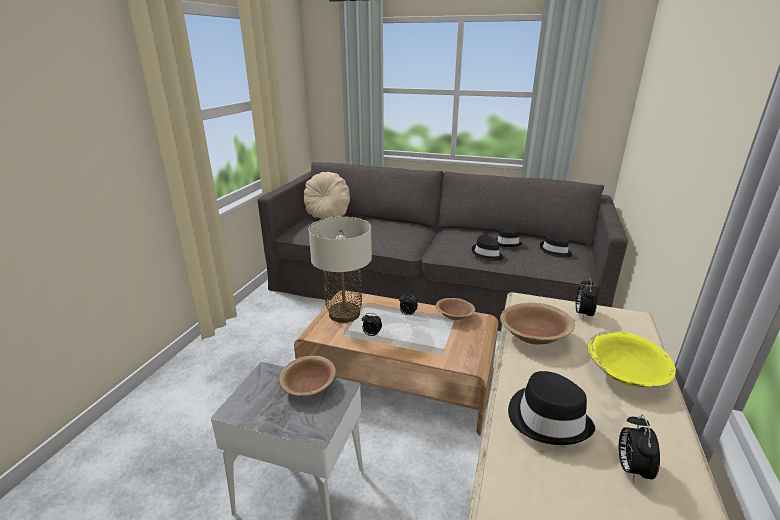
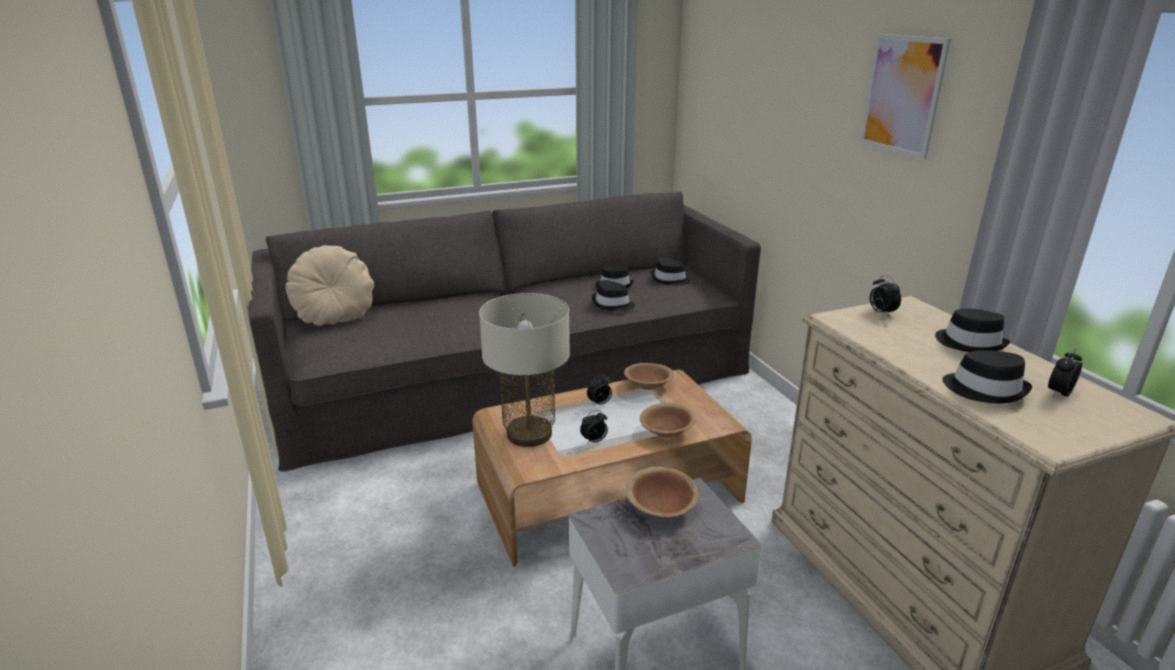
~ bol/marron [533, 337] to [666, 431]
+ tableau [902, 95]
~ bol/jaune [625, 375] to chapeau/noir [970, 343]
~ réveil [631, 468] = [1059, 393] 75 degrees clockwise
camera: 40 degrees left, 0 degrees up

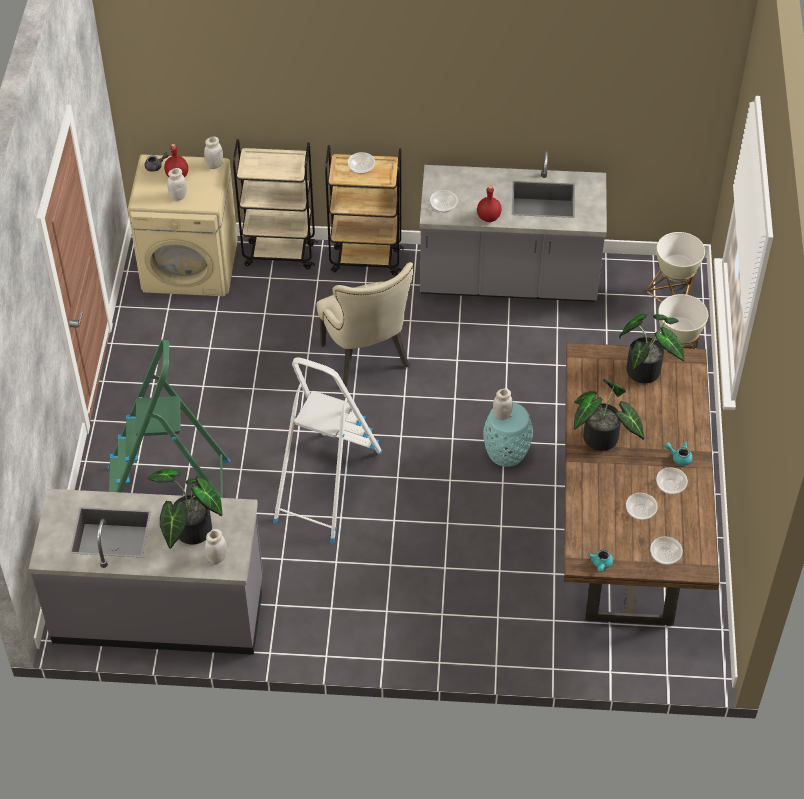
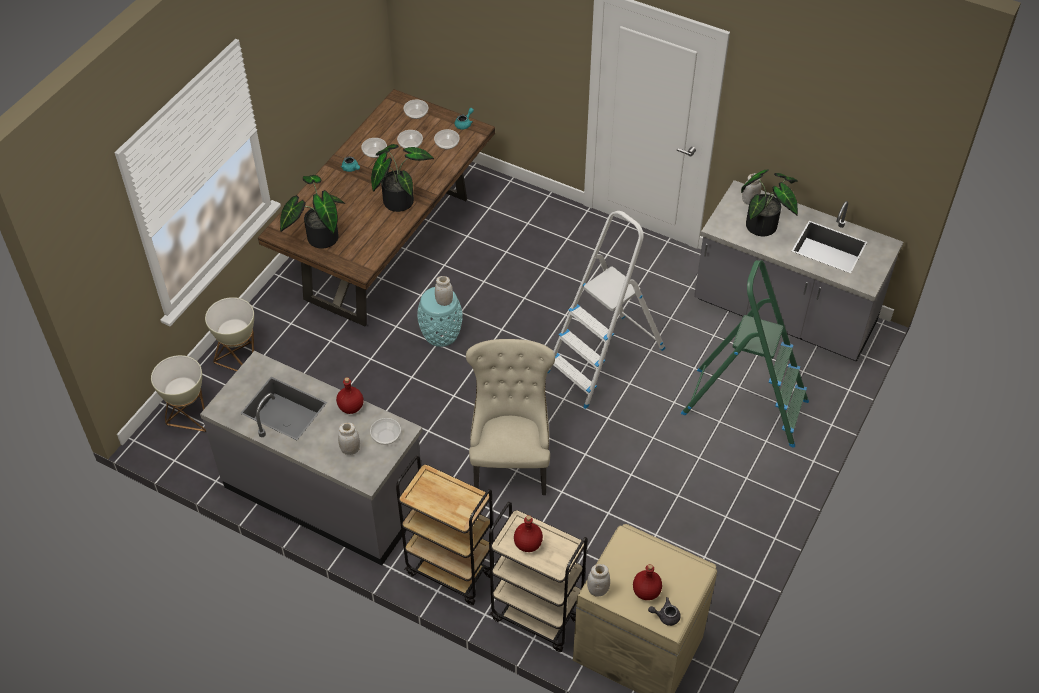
~ bocal/blanc [178, 196] to [350, 450]
~ bol [361, 168] to [447, 145]
+ bouteille/rouge [528, 544]
camera: 155 degrees left, 0 degrees up

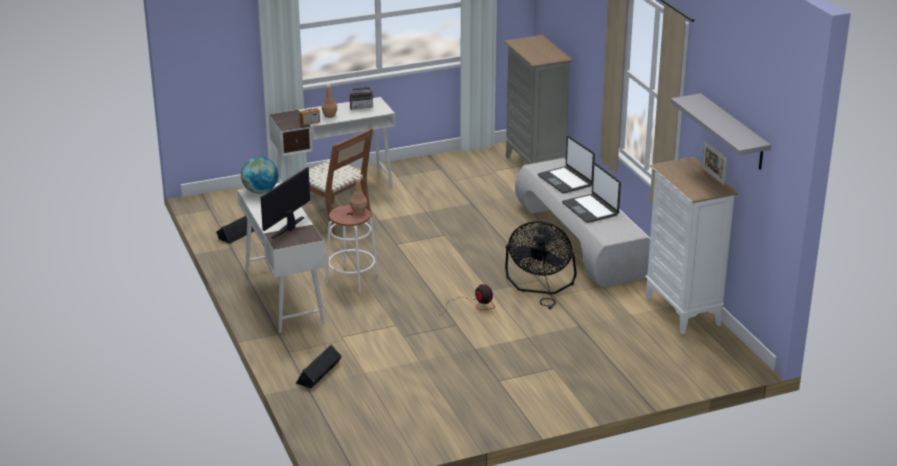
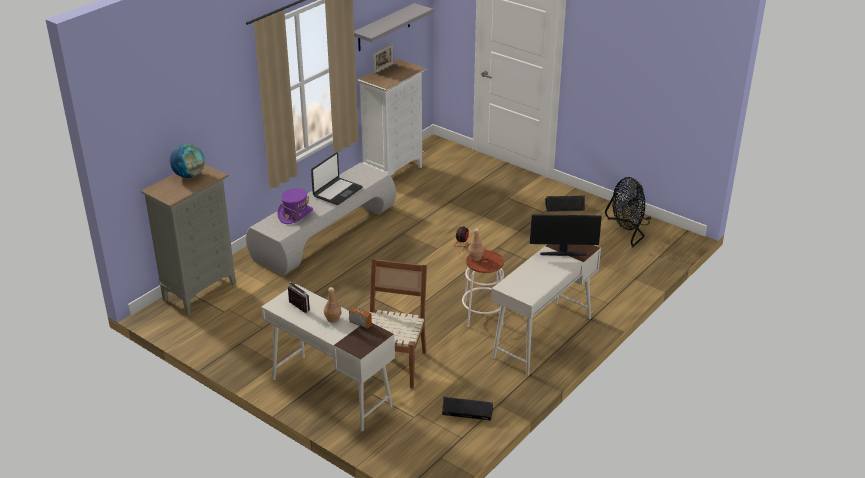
~ globe [260, 191] to [189, 175]
~ ordinateur portable [565, 180] to chapeau/violet [295, 214]
~ enceinte/noir [319, 373] to [564, 206]
~ ventilateur/noir [540, 288] to [629, 230]
camera: 120 degrees left, 5 degrees up

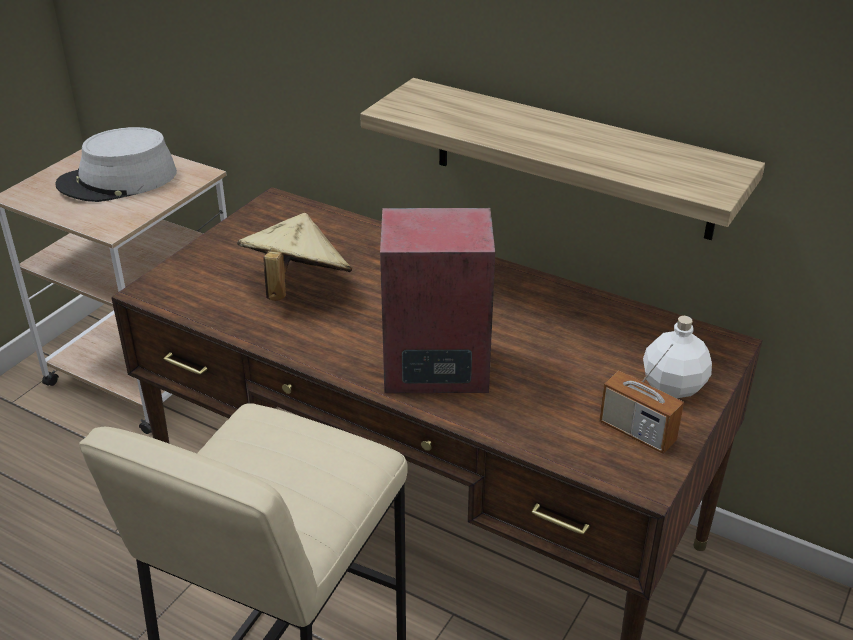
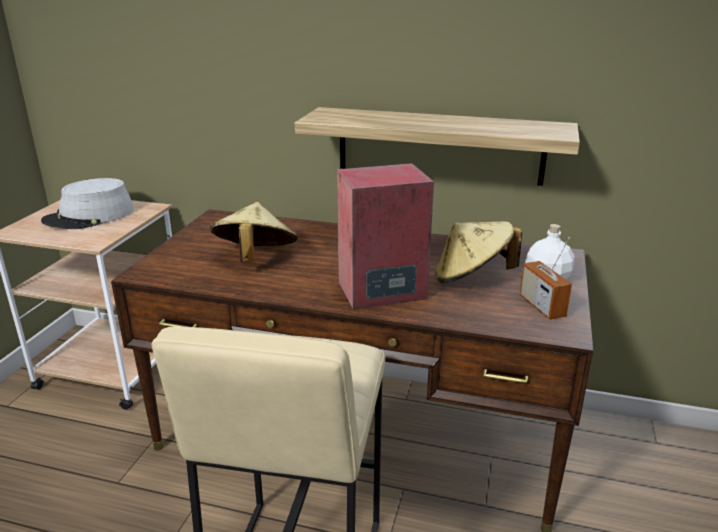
+ chapeau/beige [472, 277]
~ radio [637, 432] = [541, 306] 45 degrees clockwise
camera: 15 degrees left, 10 degrees down

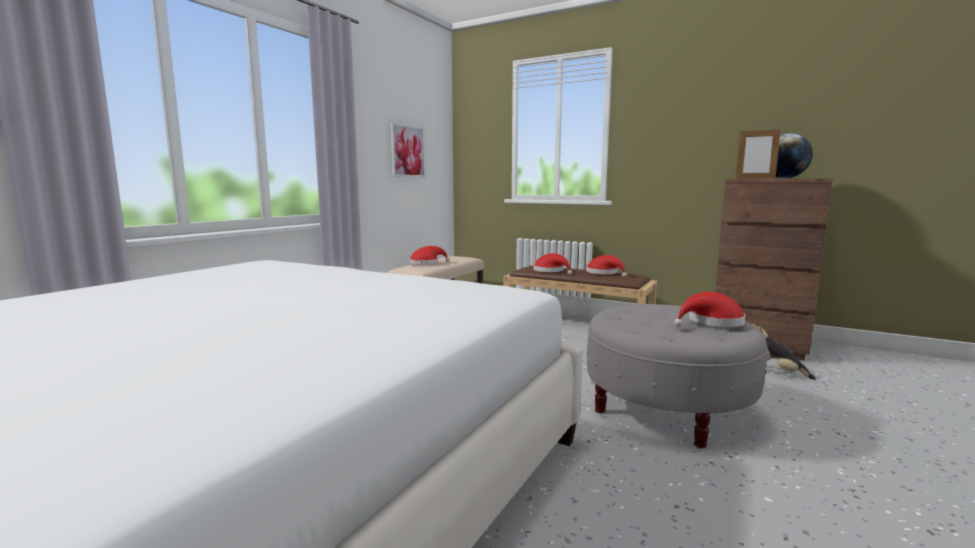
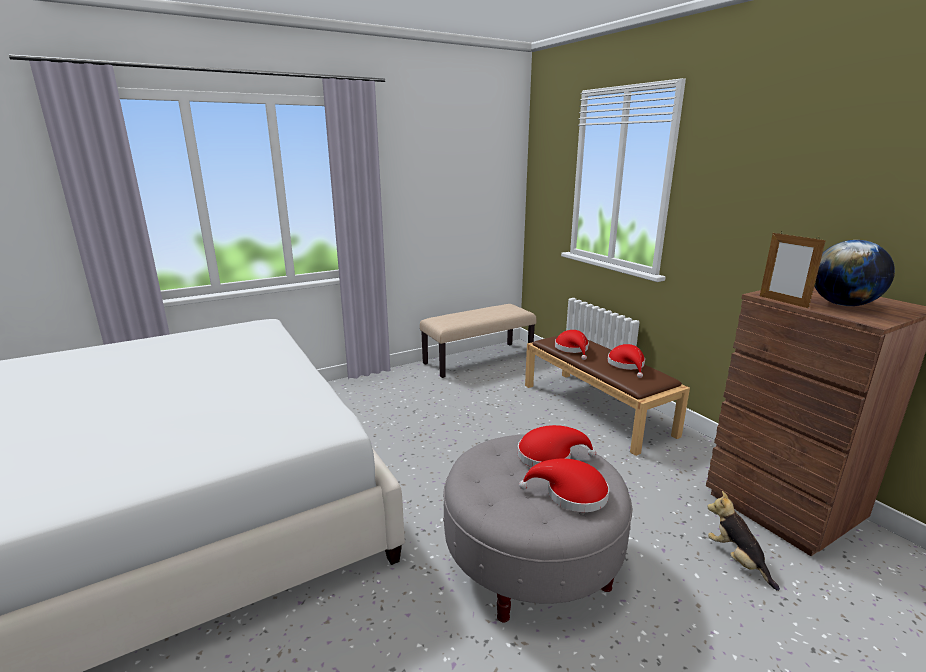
~ chapeau/rouge [426, 263] to [549, 456]
- tableau [408, 151]
camera: 30 degrees right, 10 degrees up

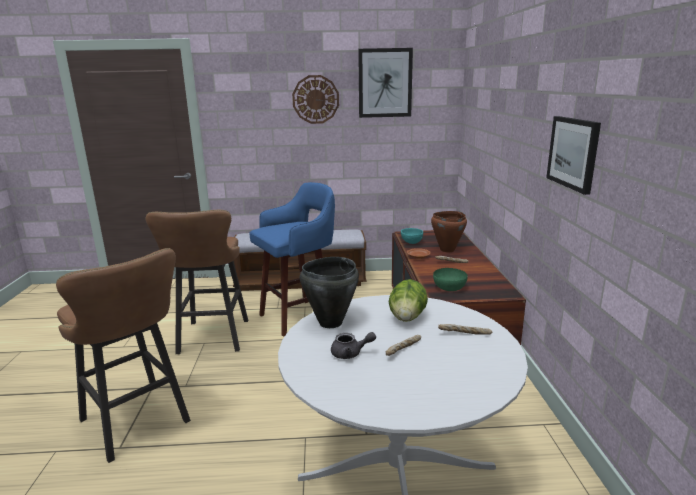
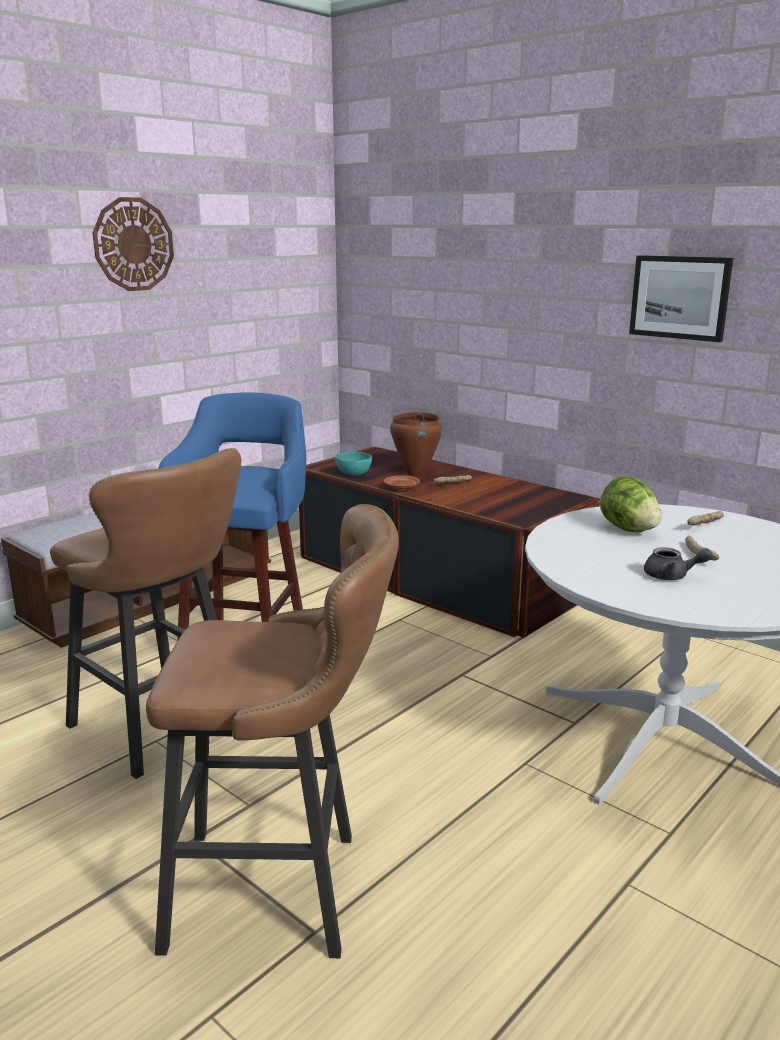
~ théière/gris [350, 353] = [672, 576] 60 degrees clockwise
- marmite/noir [330, 323]
- tableau [385, 83]
- bol/vert [449, 288]
camera: 45 degrees left, 0 degrees up

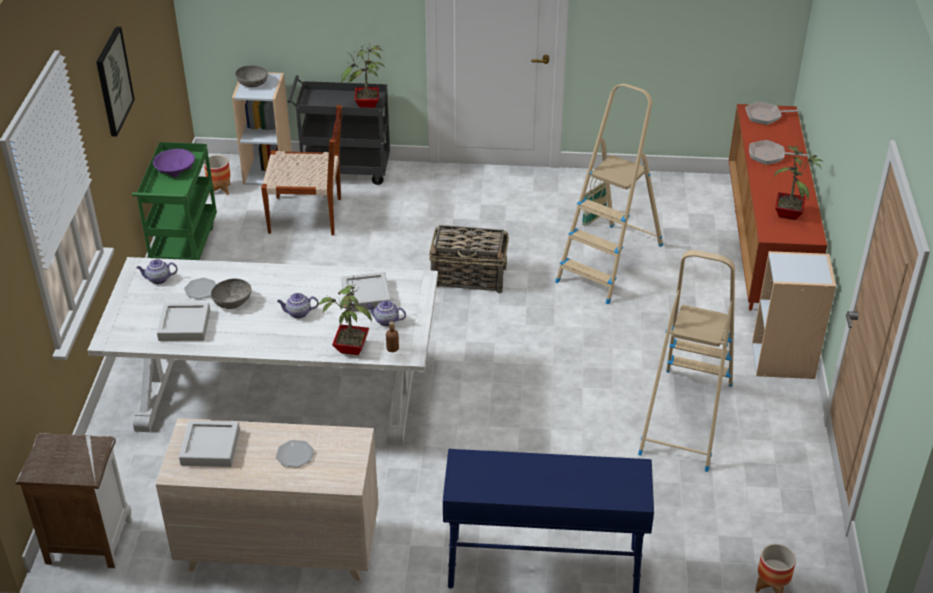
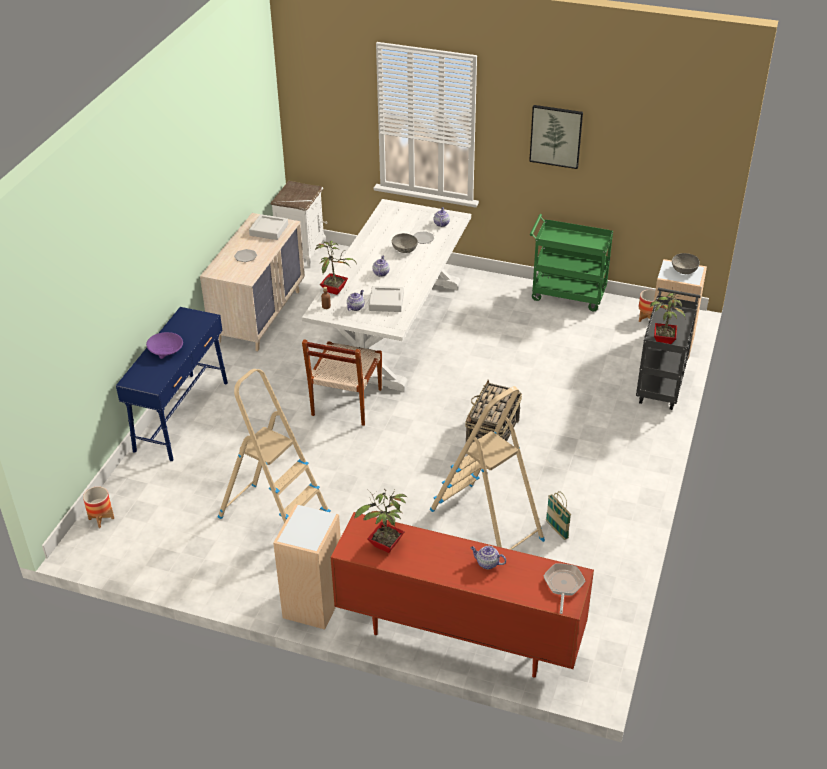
~ bol/violet [174, 169] to [166, 350]
~ chaise [308, 216] to [346, 404]
~ poêle [769, 156] to théière [487, 563]
- plateau/gris [184, 326]
camera: 105 degrees right, 0 degrees up

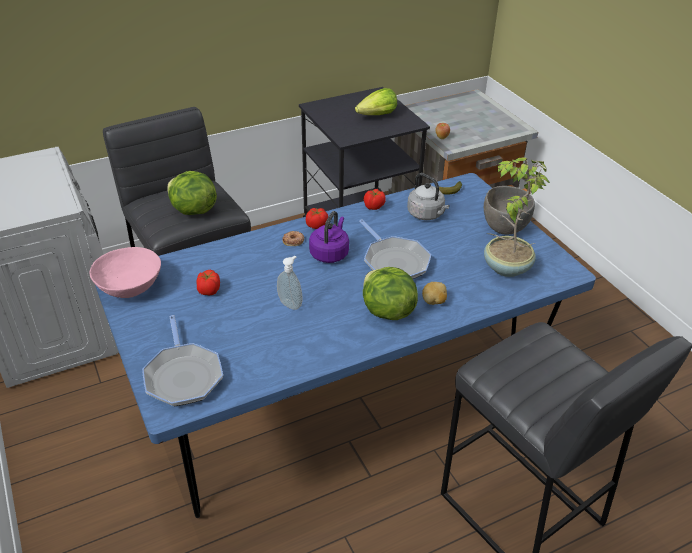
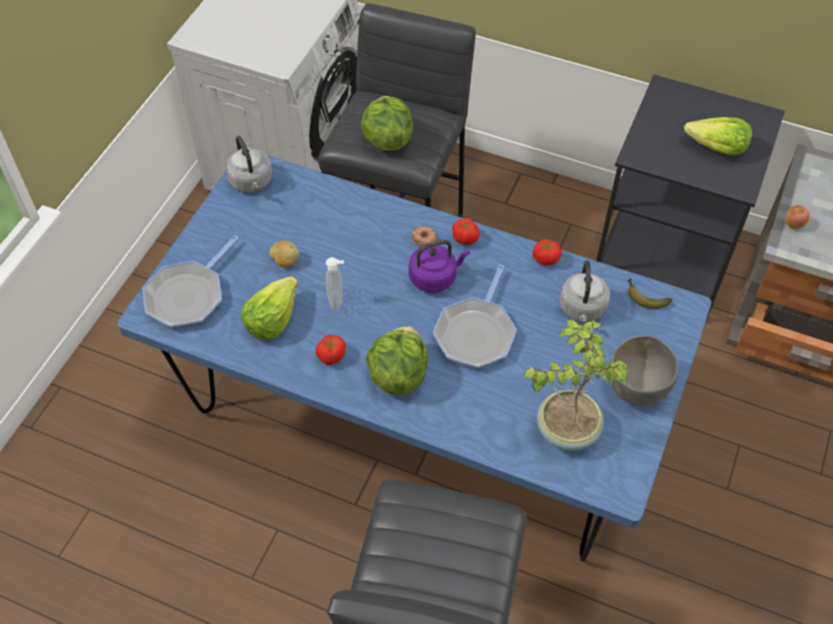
~ bol/rose [130, 286] to bouilloire/gris [252, 182]
+ laitue [272, 319]
~ pomme de terre [434, 302] to [285, 261]
~ tomate [208, 291] to [331, 356]
camera: 50 degrees right, 15 degrees up

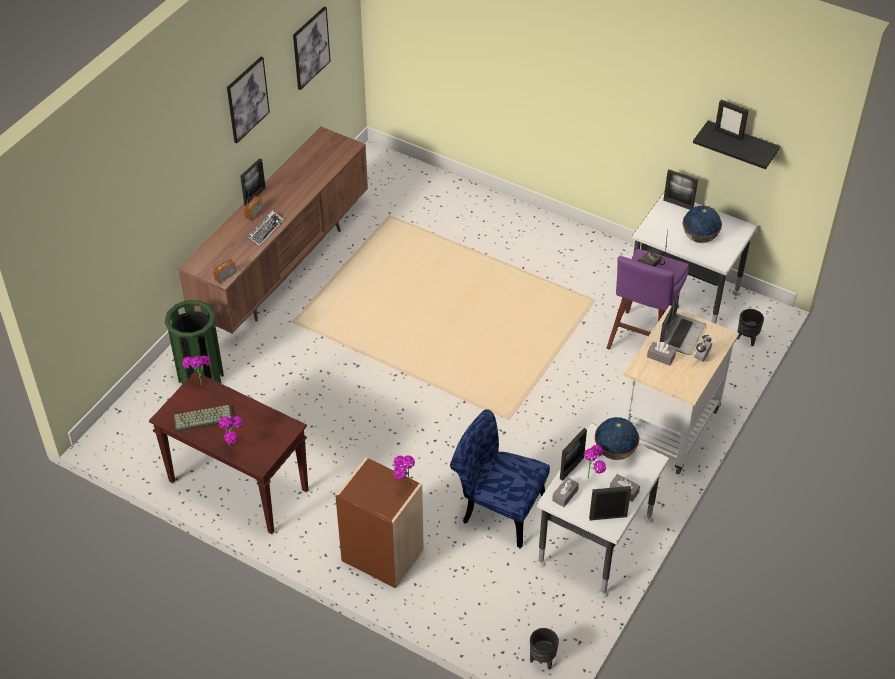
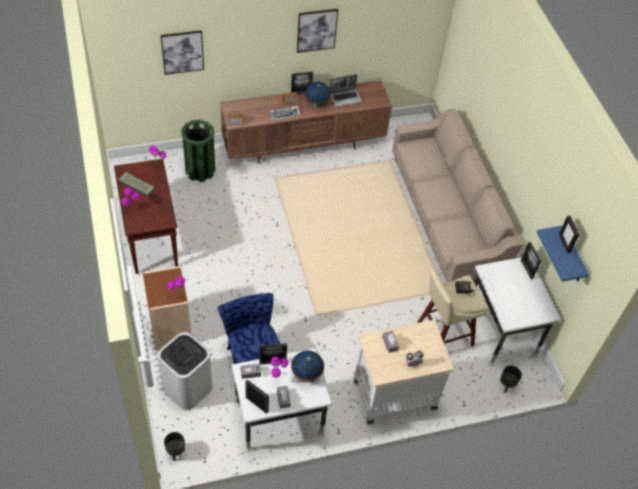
+ poubelle/blanc [187, 388]
~ tableau [310, 48] to [182, 52]
~ globe [699, 237] to [317, 103]
~ ordinateur portable [681, 334] to [345, 97]
+ canapé/beige [445, 217]
~ tabouret/violet [641, 339] to tabouret/beige [443, 334]
~ étagère/noir [741, 144] to étagère/bleu [572, 256]
camera: 40 degrees right, 5 degrees up

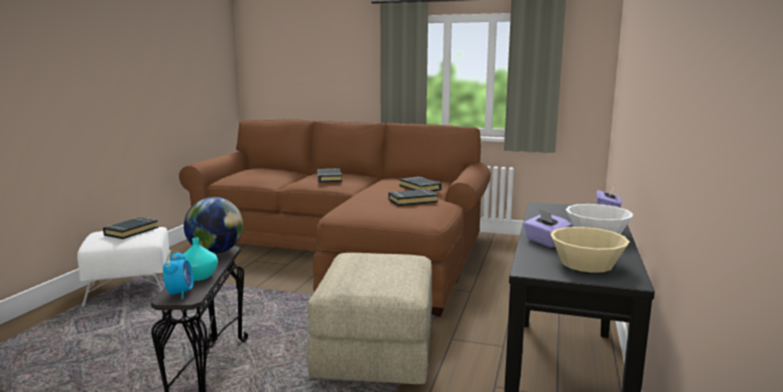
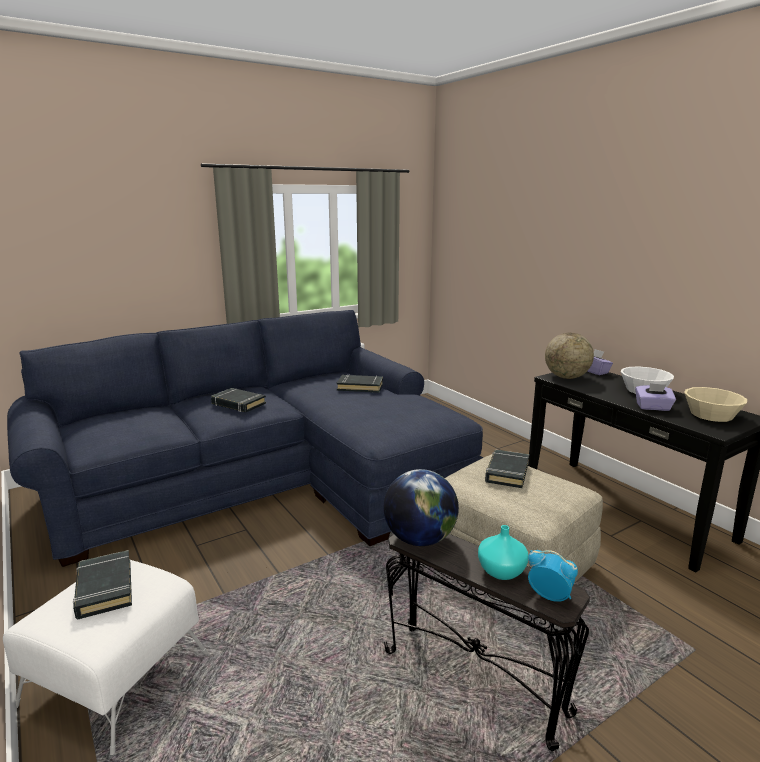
~ canapé/marron [350, 250] to canapé/bleu [270, 481]
~ livre/noir [412, 201] to [507, 472]
+ globe [566, 377]
camera: 50 degrees left, 5 degrees up

